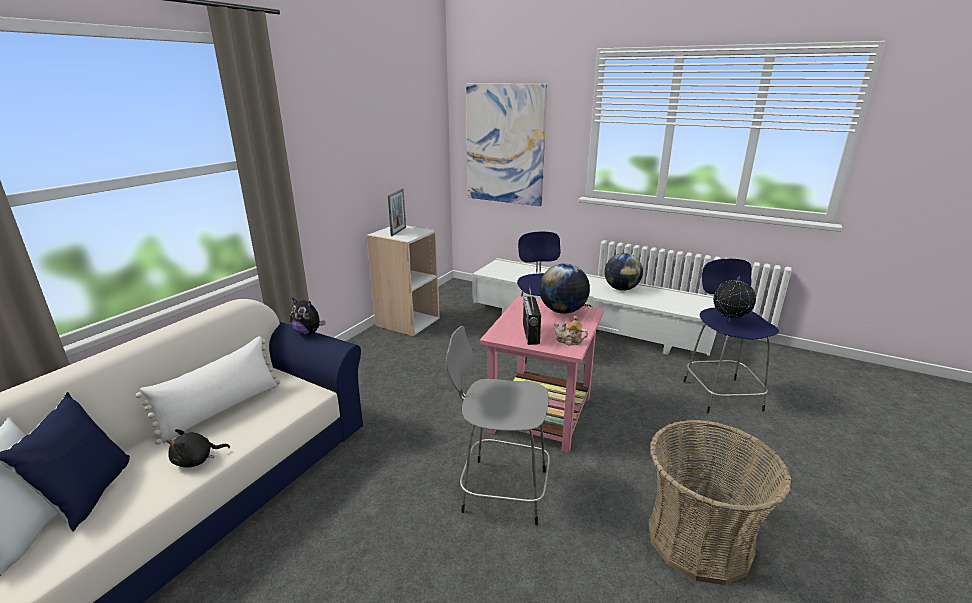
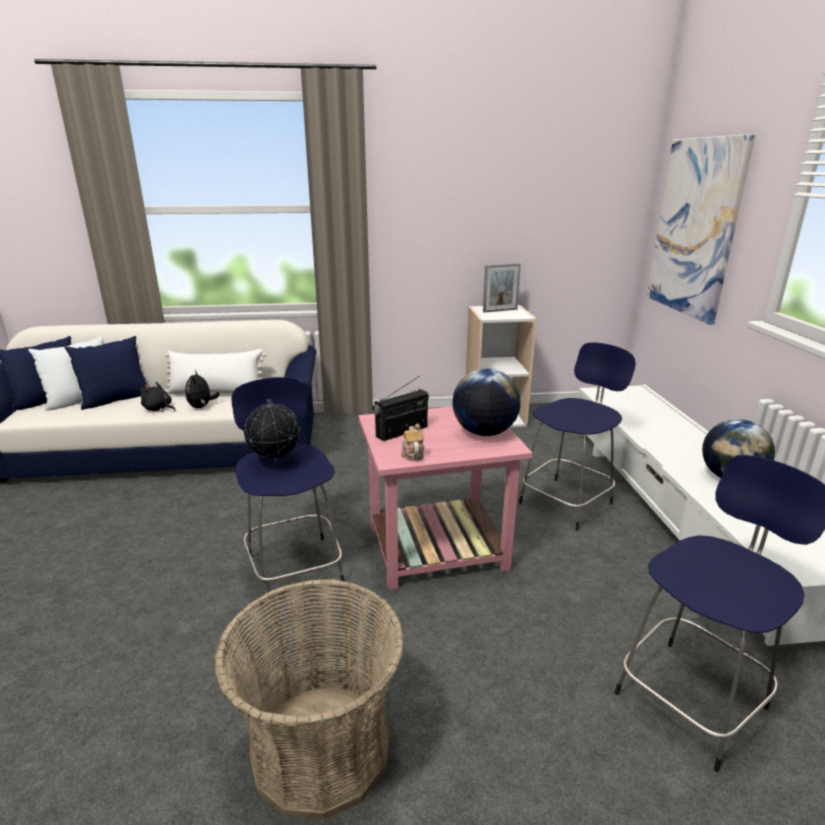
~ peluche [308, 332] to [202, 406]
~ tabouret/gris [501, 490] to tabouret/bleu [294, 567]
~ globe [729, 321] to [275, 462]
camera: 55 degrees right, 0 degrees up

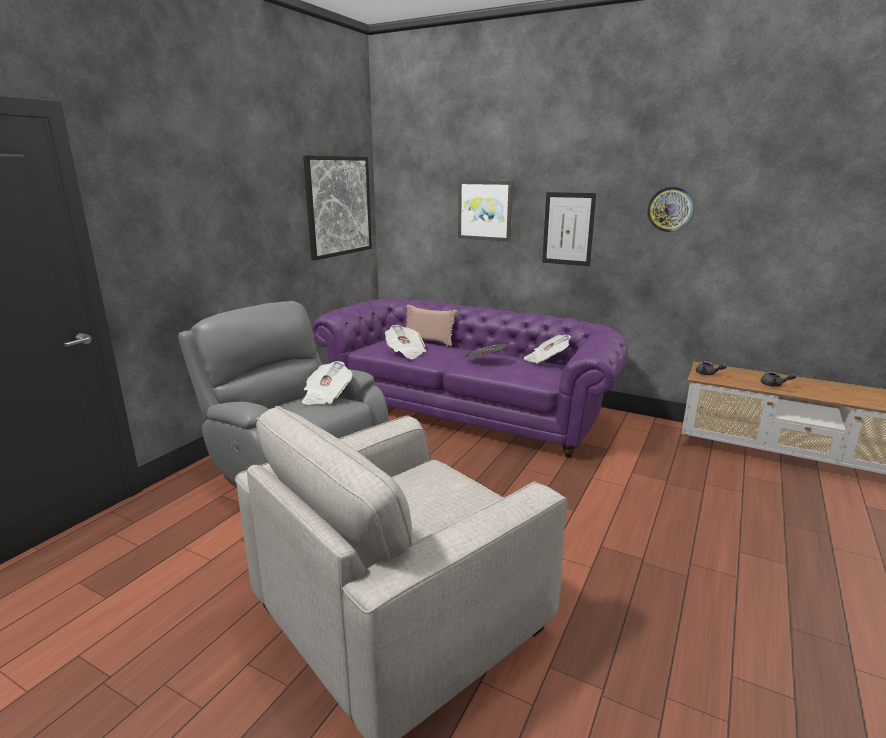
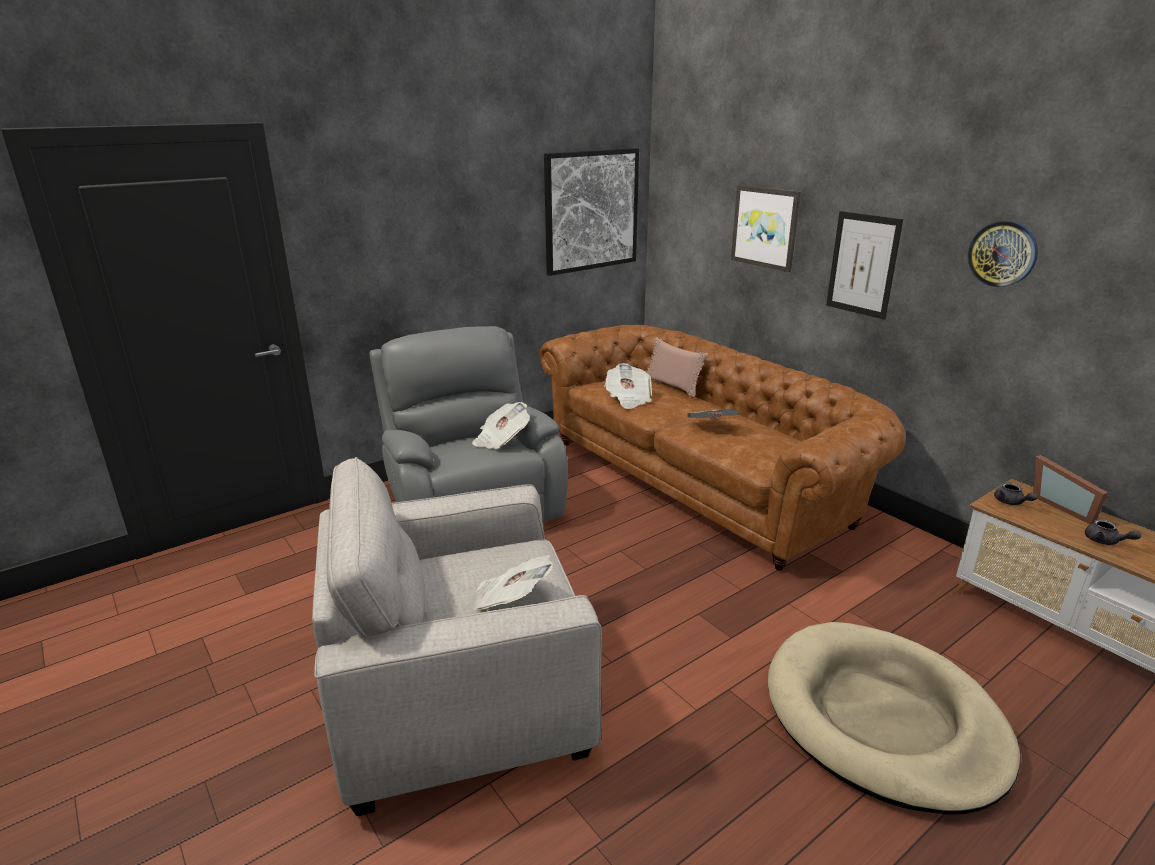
~ journal [546, 360] to [511, 601]
~ canapé/violet [468, 408] to canapé/marron [703, 478]
+ panier pour chien/beige [882, 719]
+ cadre photo [1064, 506]
camera: 25 degrees right, 5 degrees up

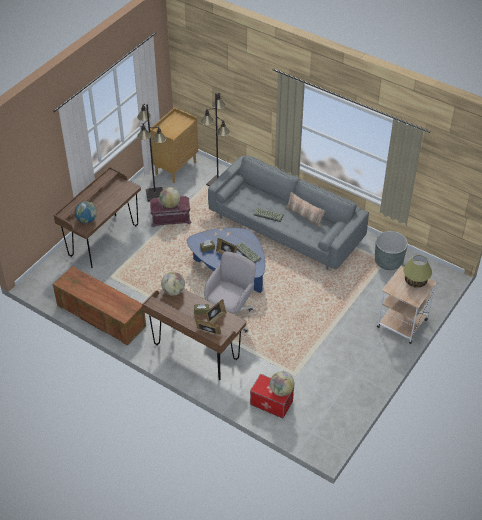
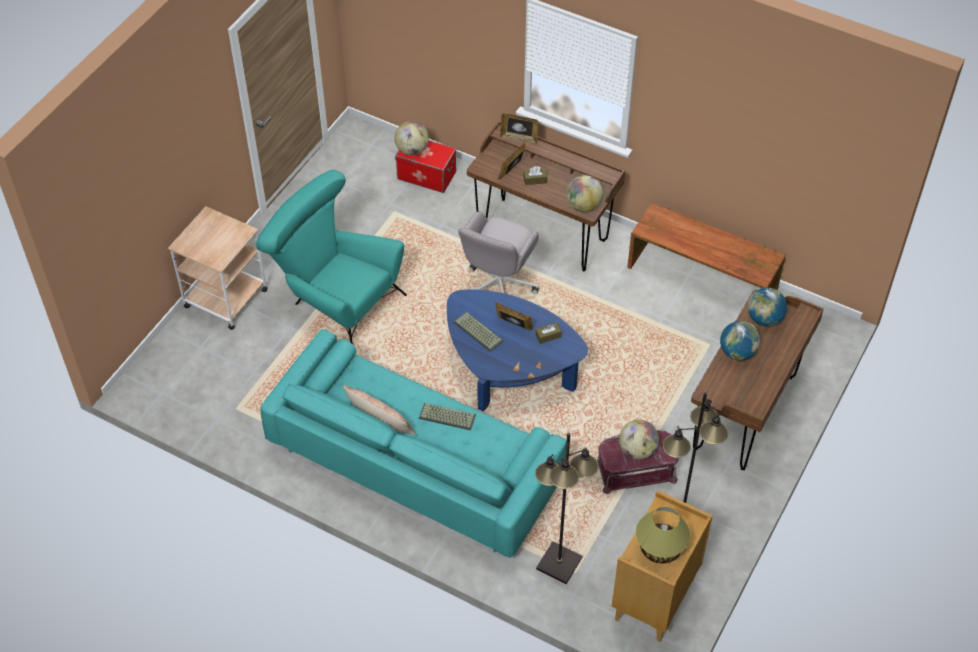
+ fauteuil/turquoise [336, 301]
~ canapé/gris [286, 228] to canapé/turquoise [415, 464]
~ lampe de table [415, 281] to [660, 548]
+ globe [737, 352]
- cache-pot/gris [388, 261]
camera: 175 degrees right, 5 degrees up

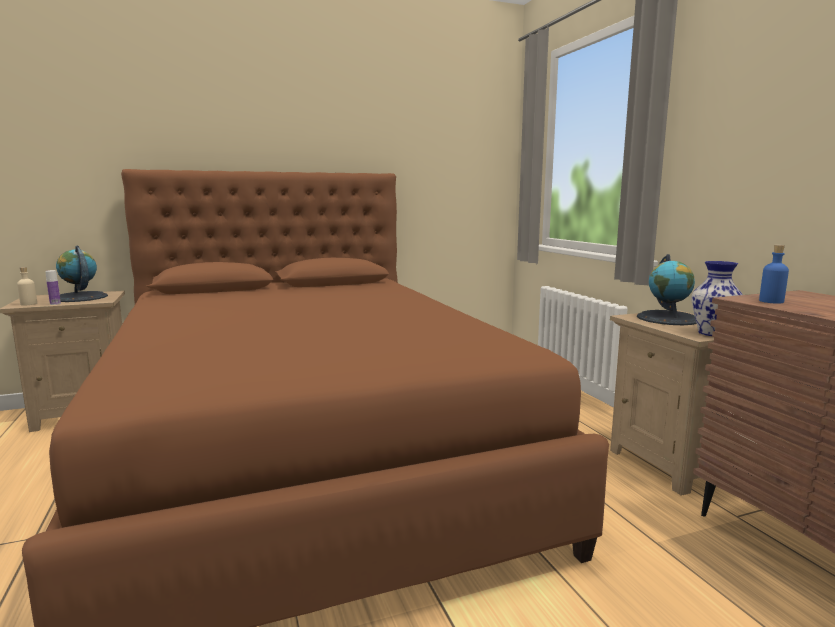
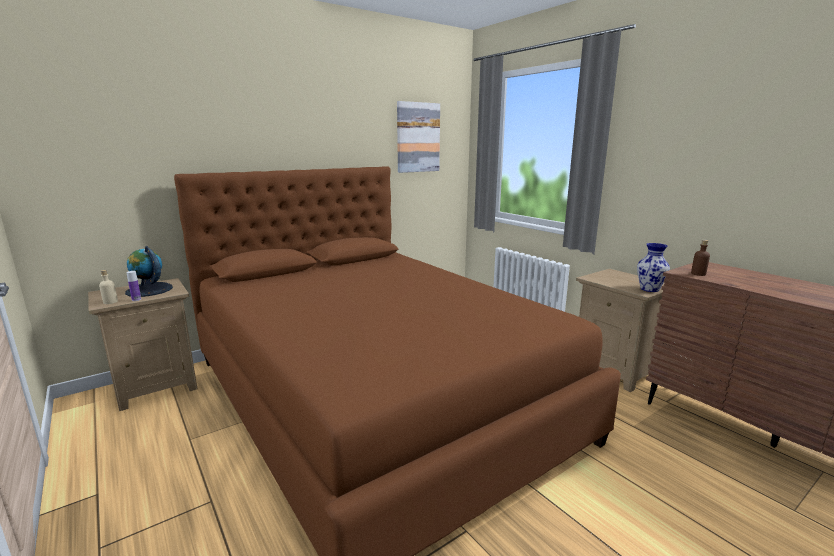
+ tableau [418, 137]
~ bouteille/bleu [771, 301] to bouteille/marron [698, 274]
- globe [668, 318]
camera: 15 degrees left, 5 degrees up

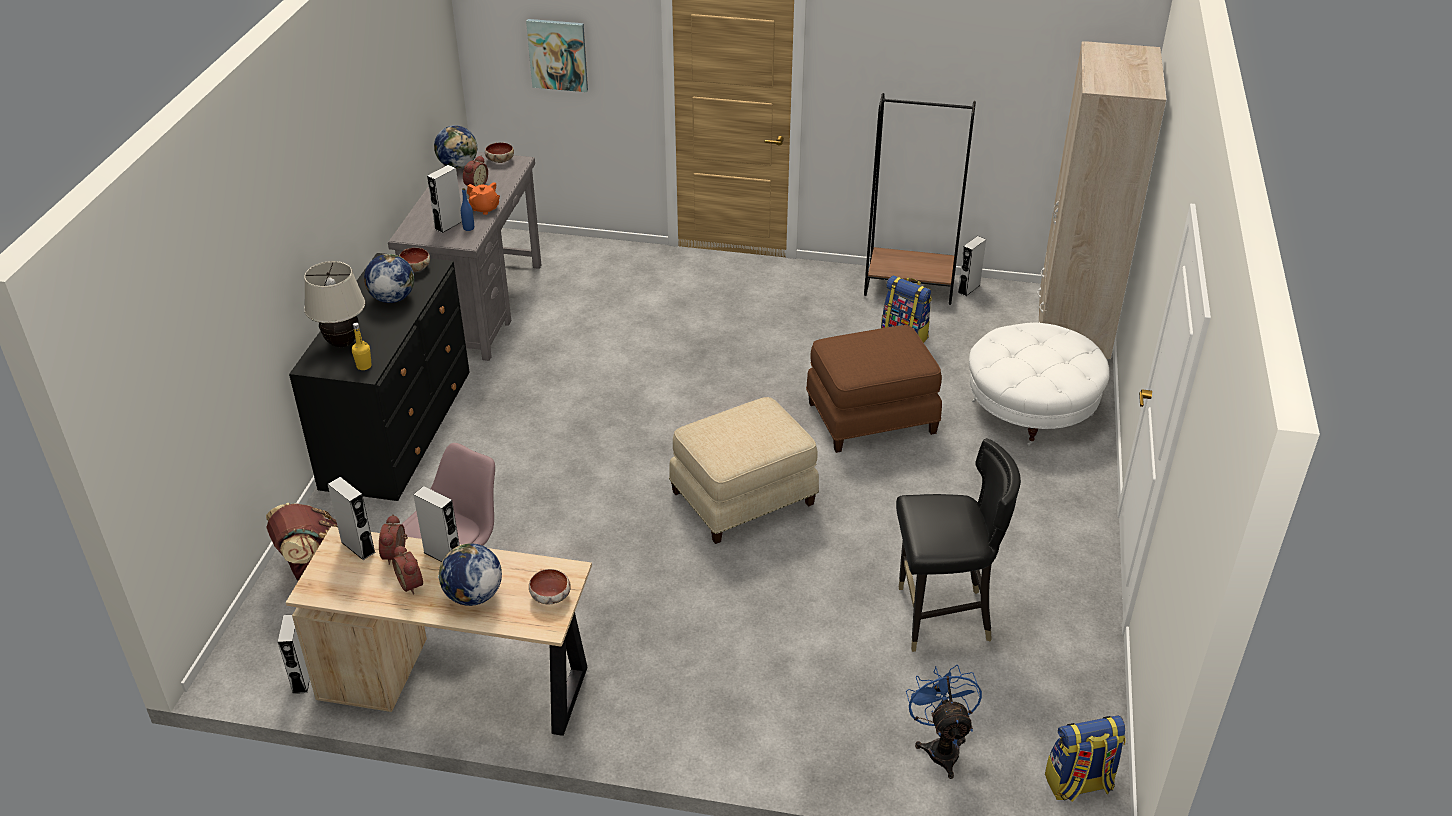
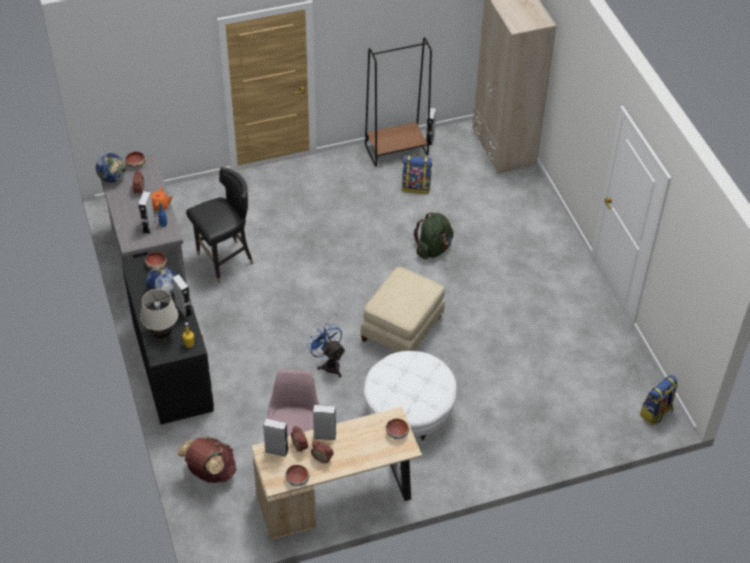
~ enceinte/gris [302, 679] to [184, 310]
~ chaise/noir [941, 617] to [225, 261]
+ bol [298, 480]
~ ventilateur/bleu [941, 747] to [329, 364]
~ pouf/blanc [1031, 408] to [409, 411]
~ pouf/marron [871, 416] to sac à dos/vert [433, 249]
- globe [473, 596]
- tableau [558, 54]
camera: 30 degrees left, 10 degrees up

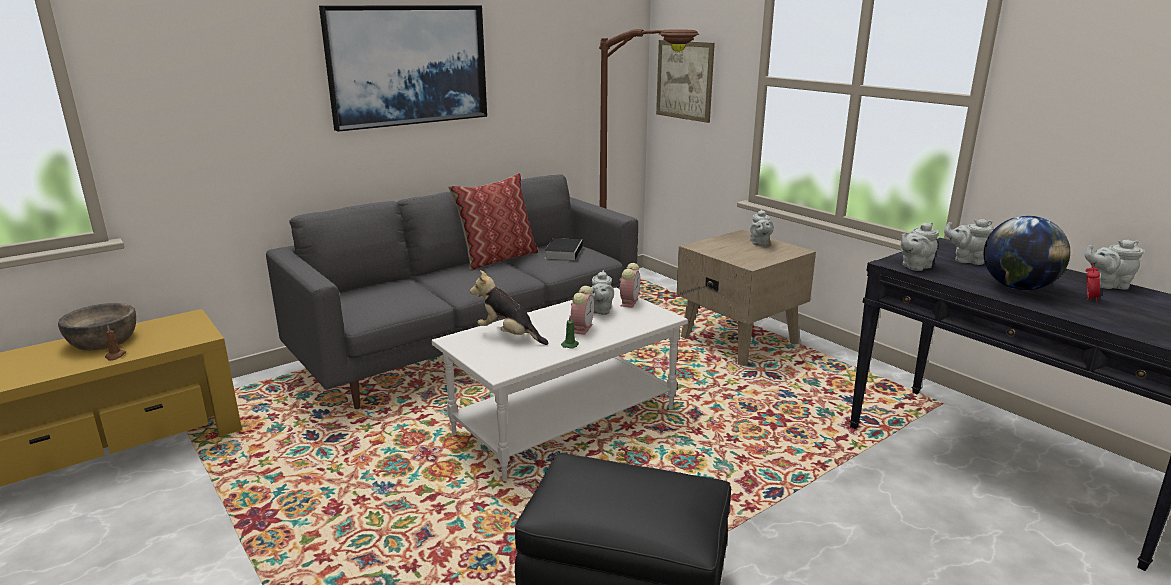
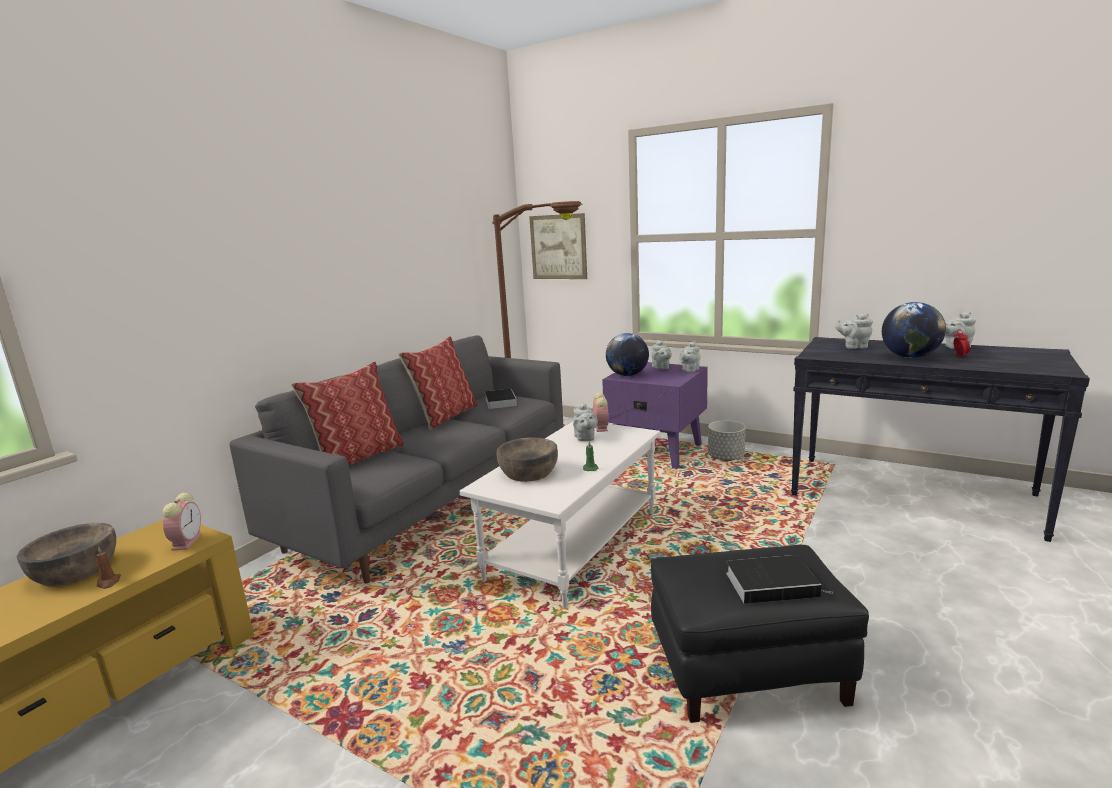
~ réveil [582, 328] to [187, 541]
+ coussin [358, 457]
~ peluche [509, 335] to bol/marron [528, 472]
~ table de chevet/beige [740, 341] to table de chevet/violet [657, 451]
+ globe [627, 375]
~ théière/gris [914, 266] to [689, 370]
+ cache-pot/gris [725, 458]
+ livre [773, 584]
- tableau [408, 65]
camera: 20 degrees left, 5 degrees down

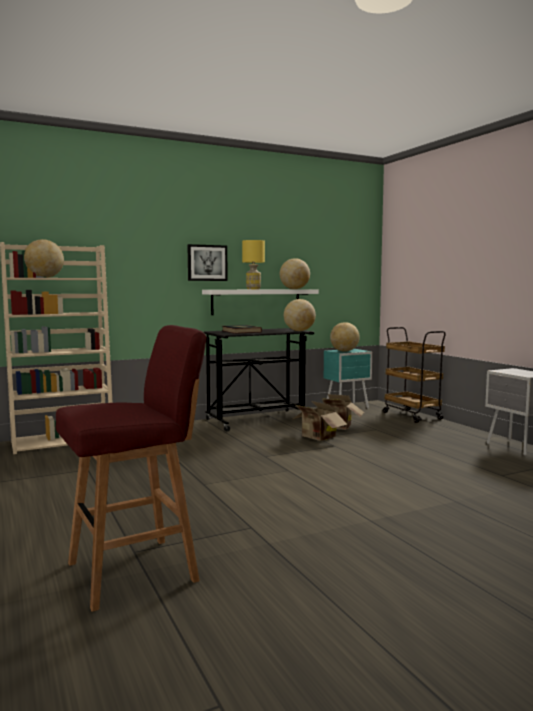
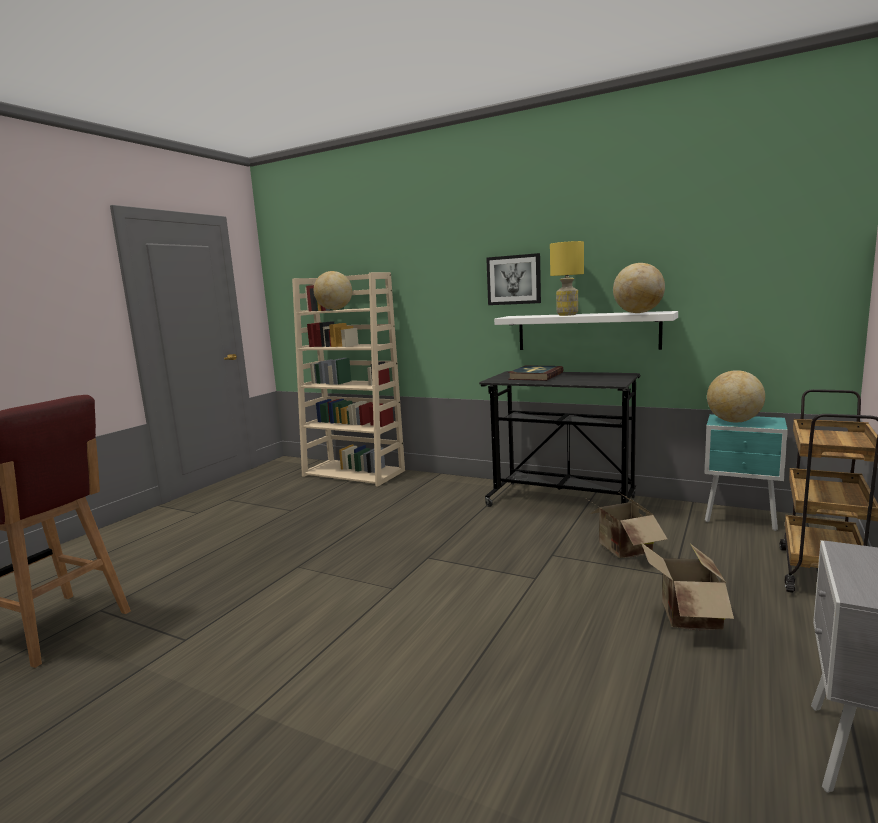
~ carton [317, 438] to [685, 617]
- globe [299, 331]
camera: 55 degrees right, 5 degrees up

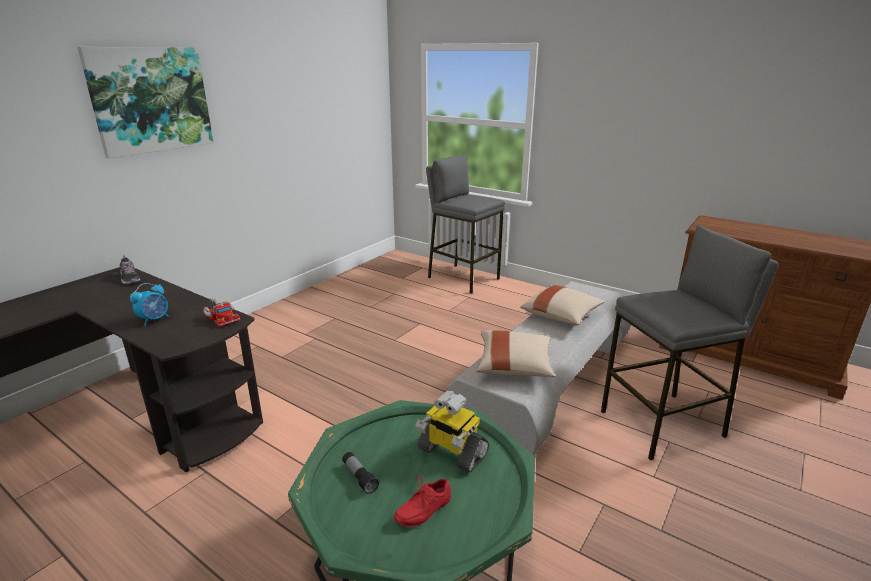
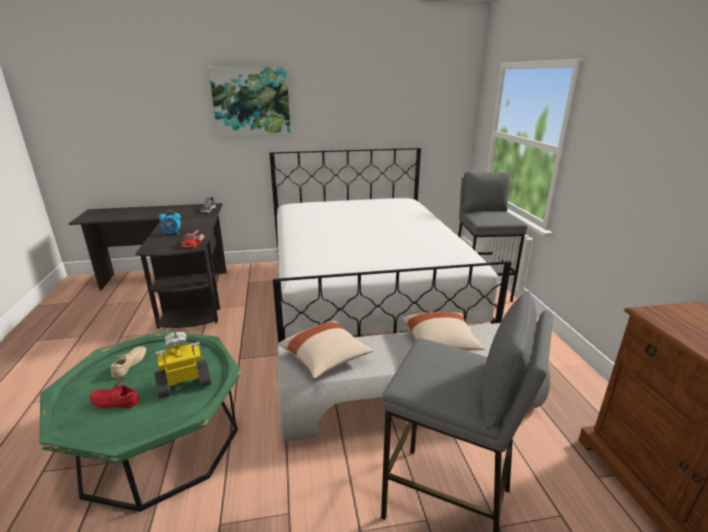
~ lampe de poche [359, 477] to chaussure/beige [131, 365]
~ robot jouet [451, 452] = [185, 383] 75 degrees clockwise
+ lit/blanc [365, 299]
camera: 45 degrees right, 0 degrees up

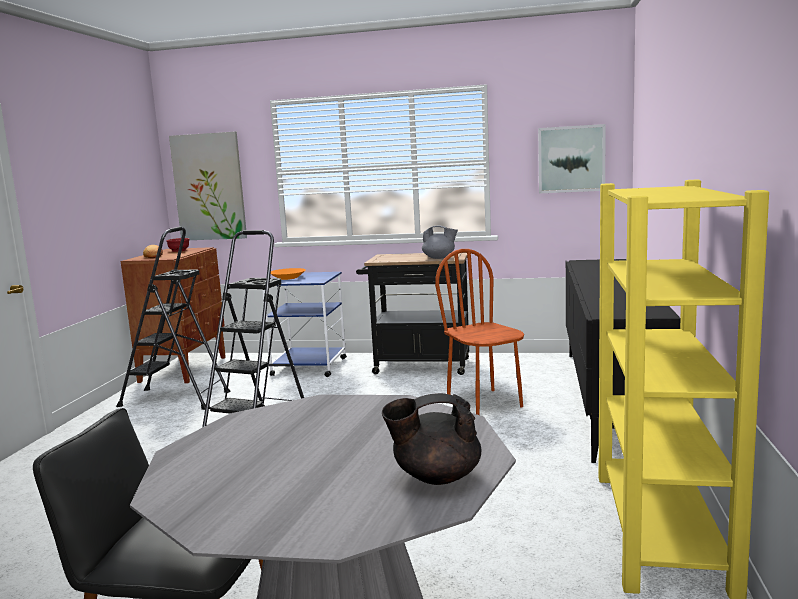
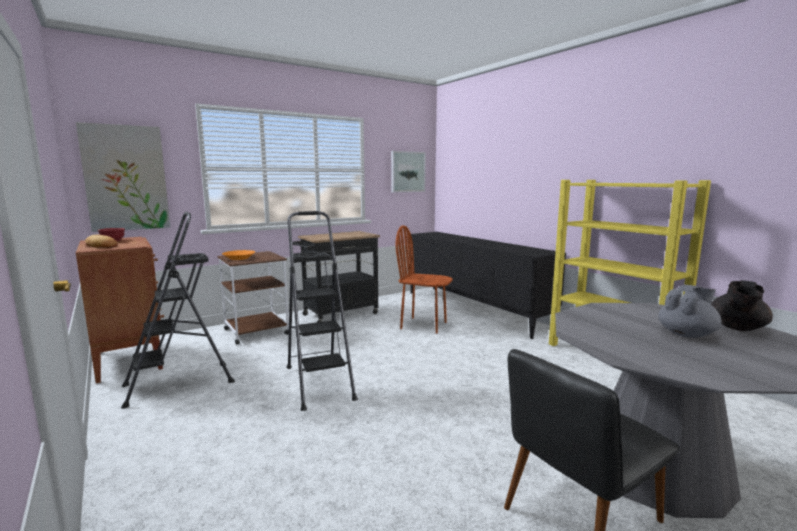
~ chariot/bleu [310, 367] to chariot/marron [257, 331]
~ théière/gris [439, 258] to [687, 334]
camera: 45 degrees left, 0 degrees up

